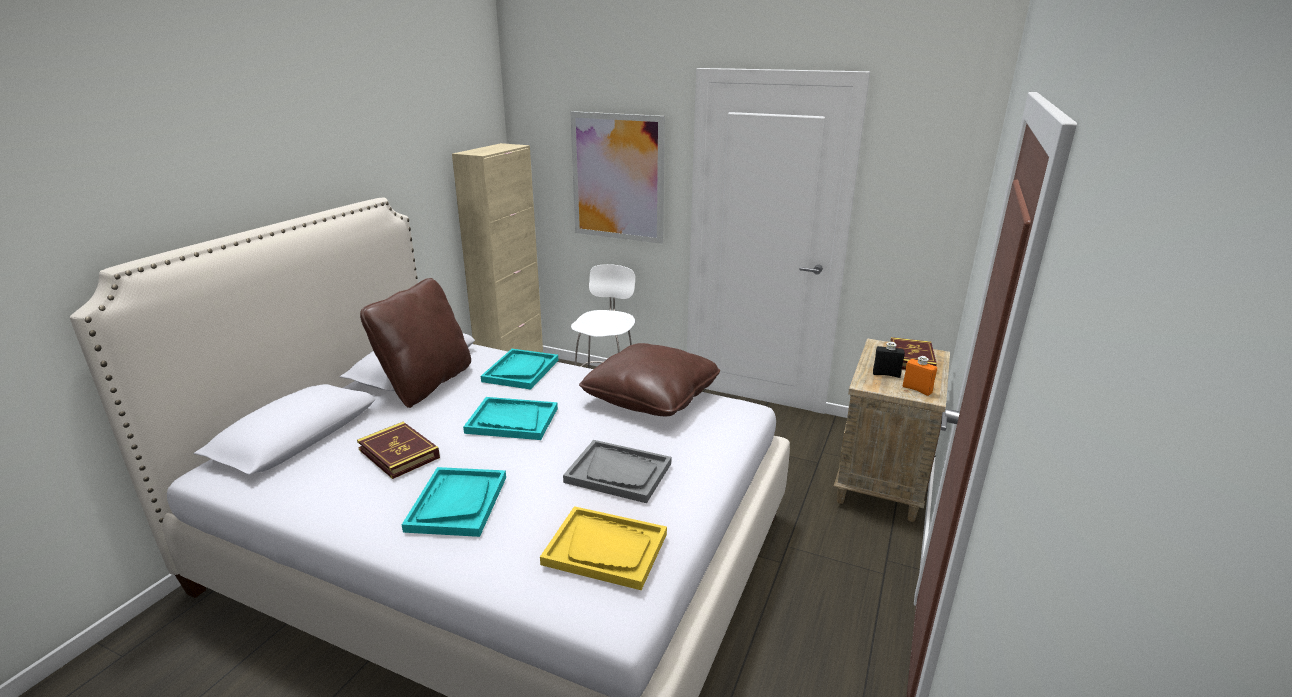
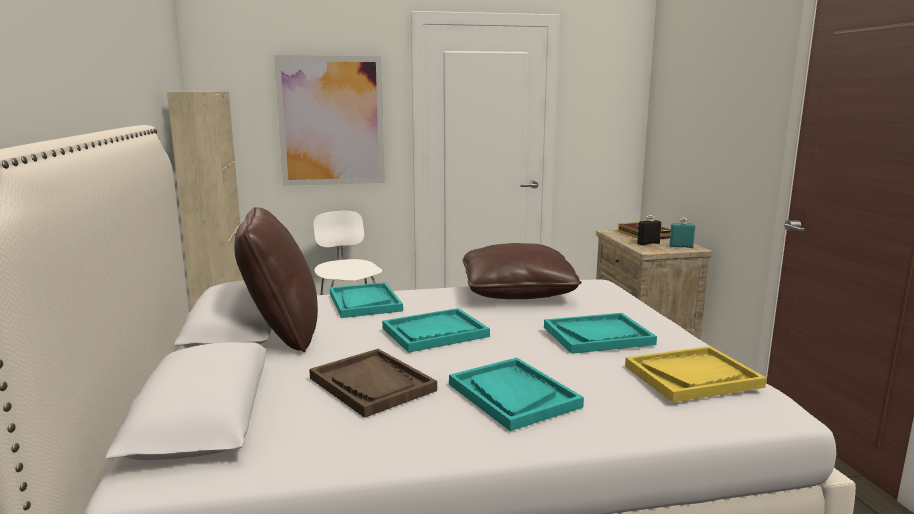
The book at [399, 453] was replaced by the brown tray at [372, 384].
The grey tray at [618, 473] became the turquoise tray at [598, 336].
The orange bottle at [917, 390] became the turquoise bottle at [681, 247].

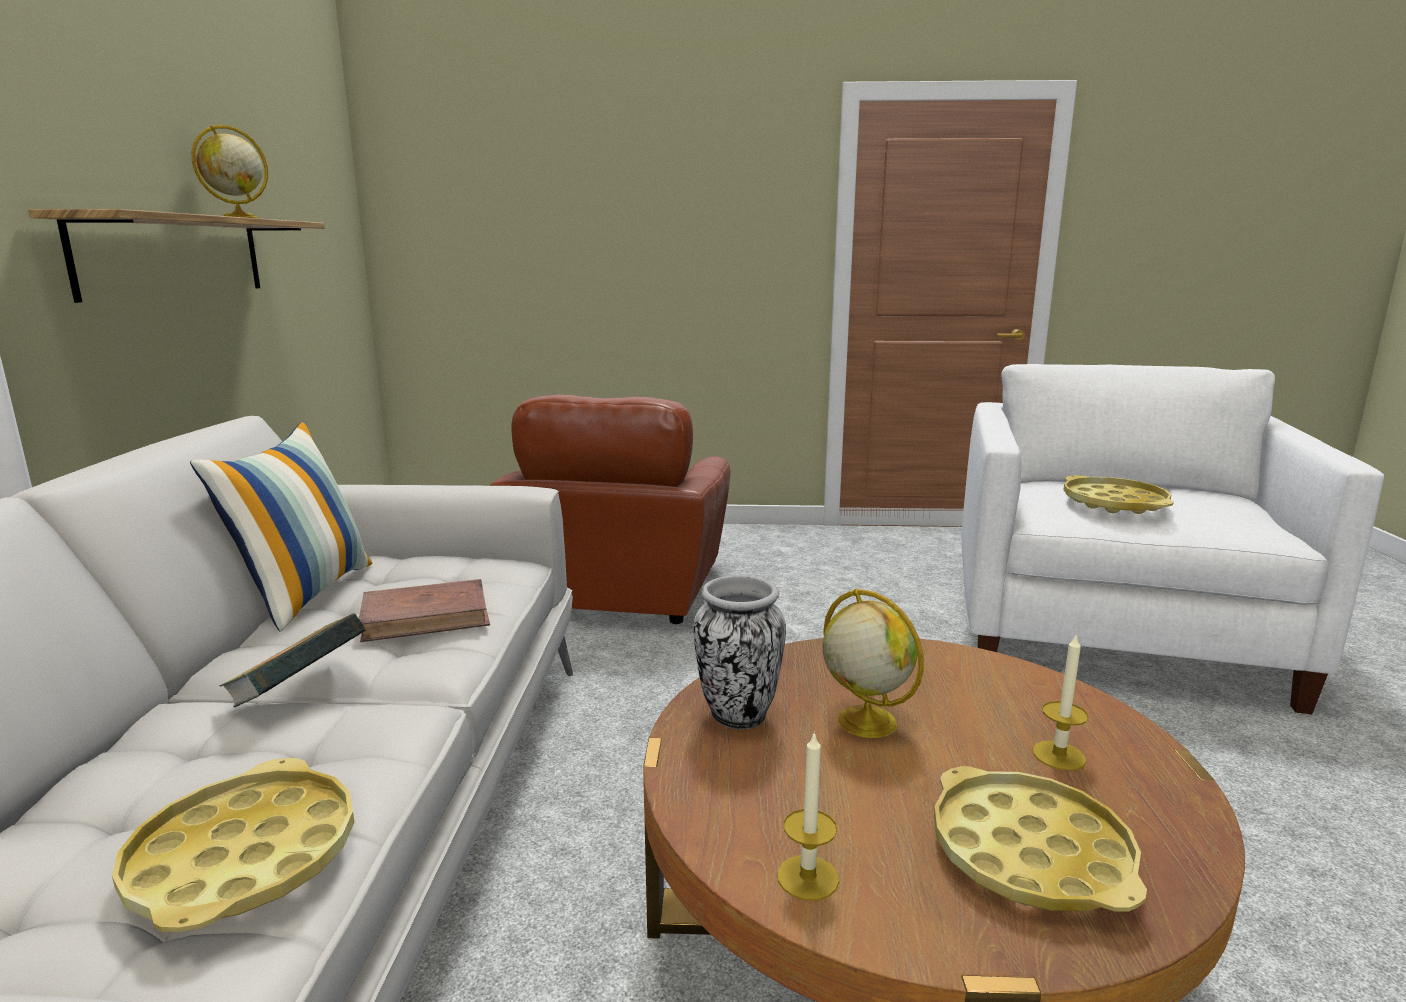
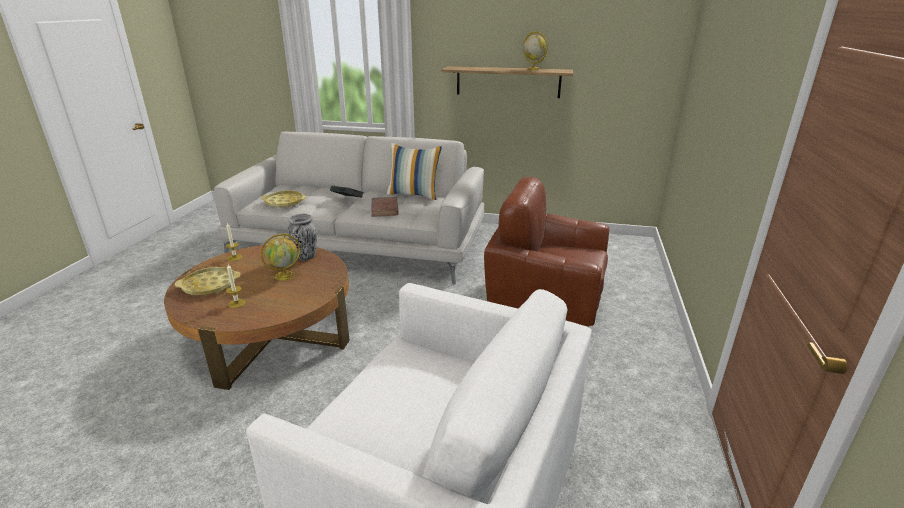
The yellow tray at [1114, 503] disappeared.

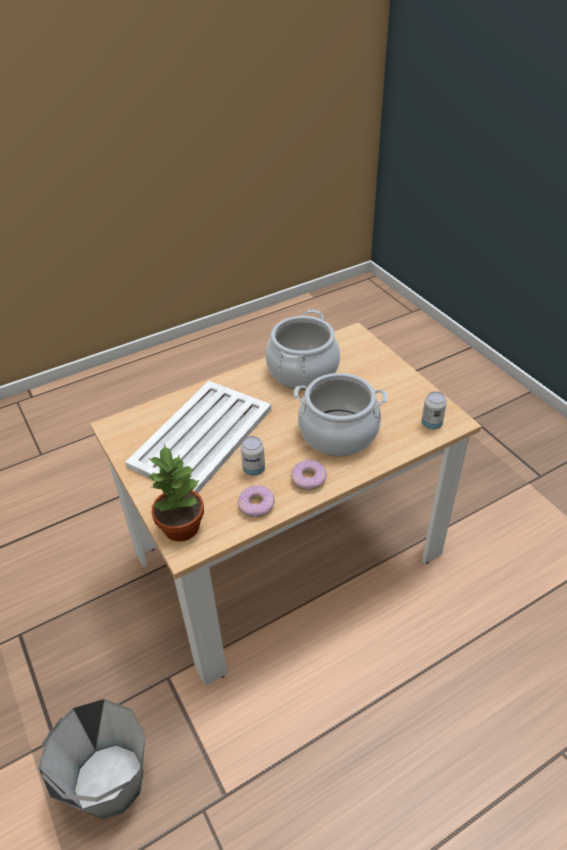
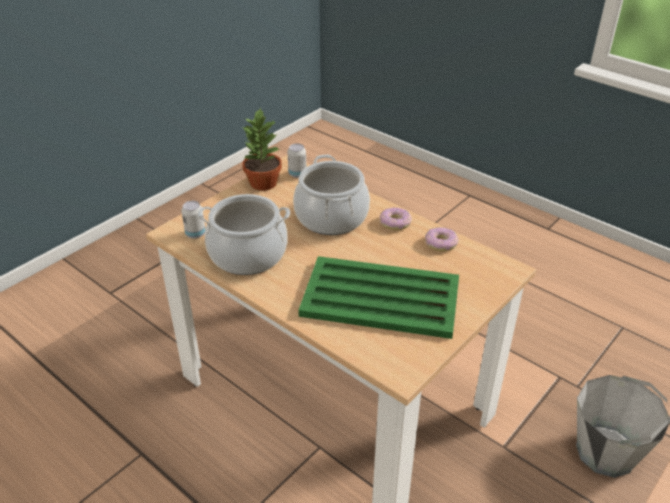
The white tray at [200, 438] became the green tray at [382, 298].
The potted plant moved from [180, 526] to [263, 183].
The can moved from [254, 469] to [195, 234].

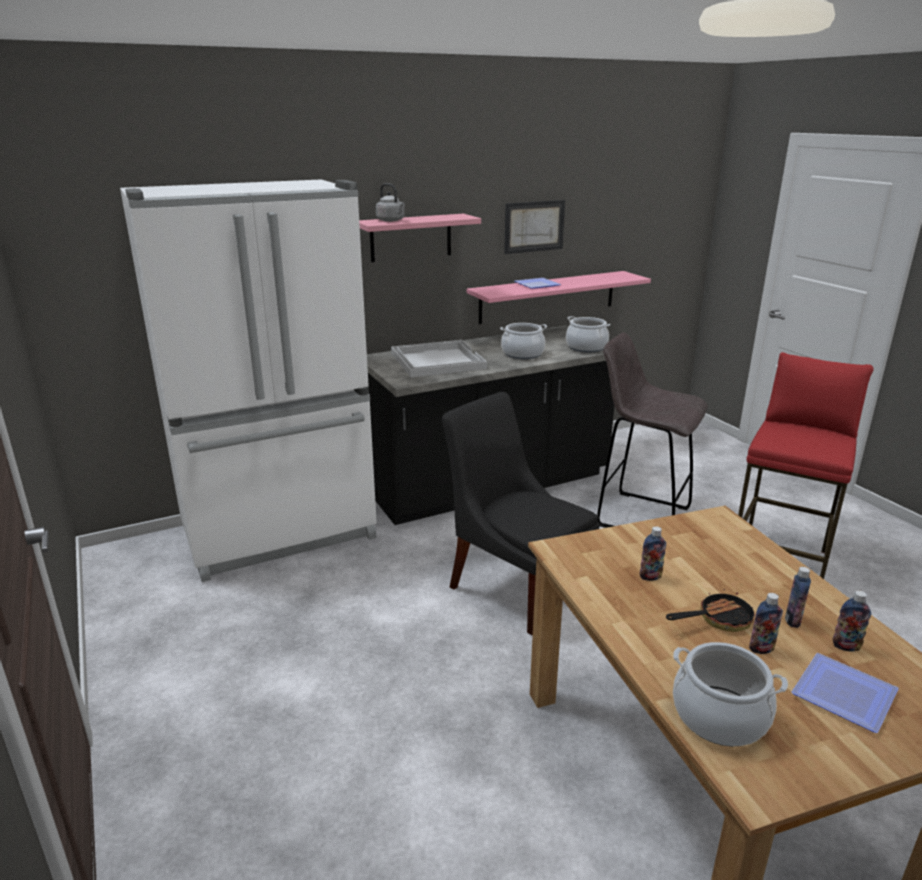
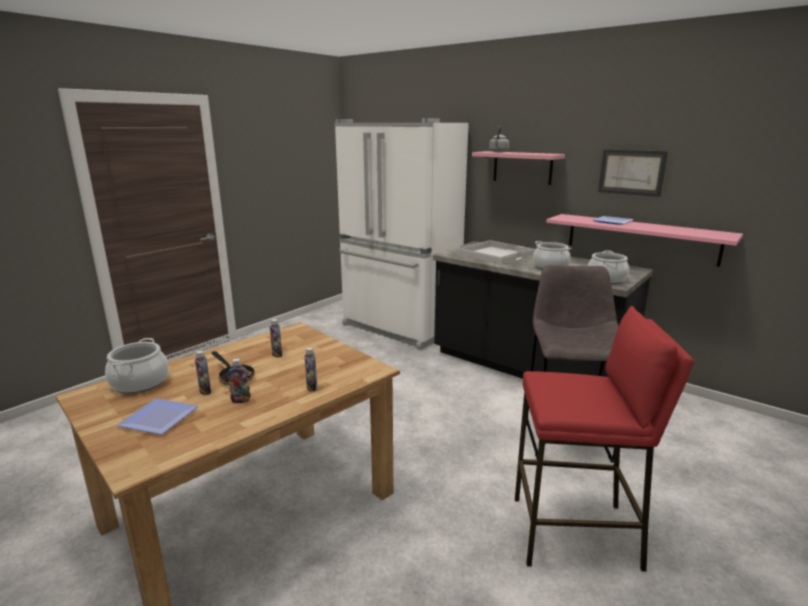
The black chair at [515, 585] disappeared.
The bottle moved from [846, 646] to [312, 387].

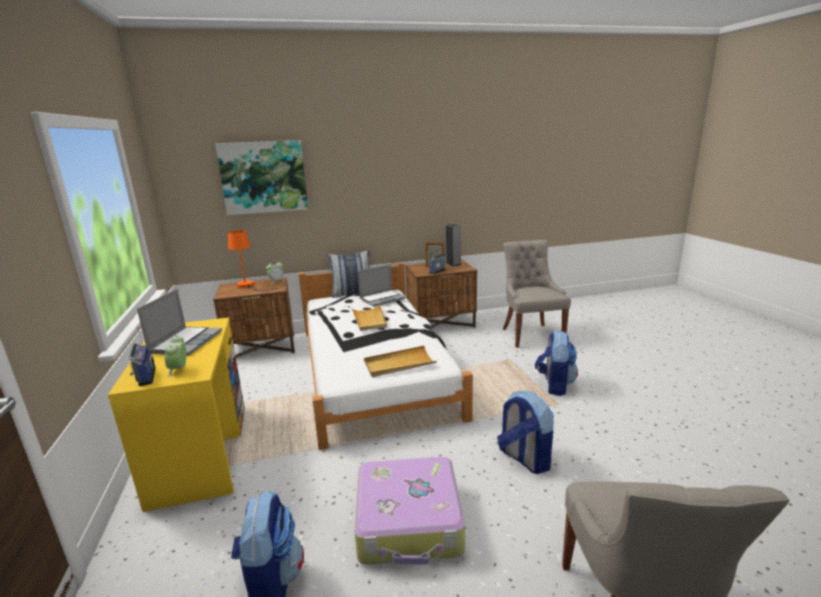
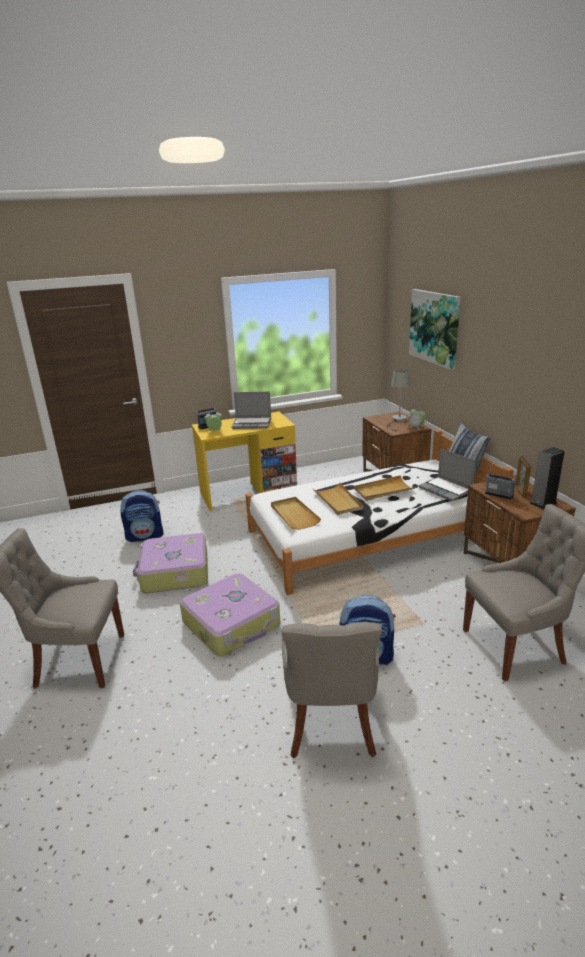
The orange table lamp at [249, 286] became the grey table lamp at [397, 421].
The backpack at [524, 458] was replaced by the suitcase at [232, 624].
The grey chair at [331, 725] appeared.
The beige tray at [338, 501] appeared.

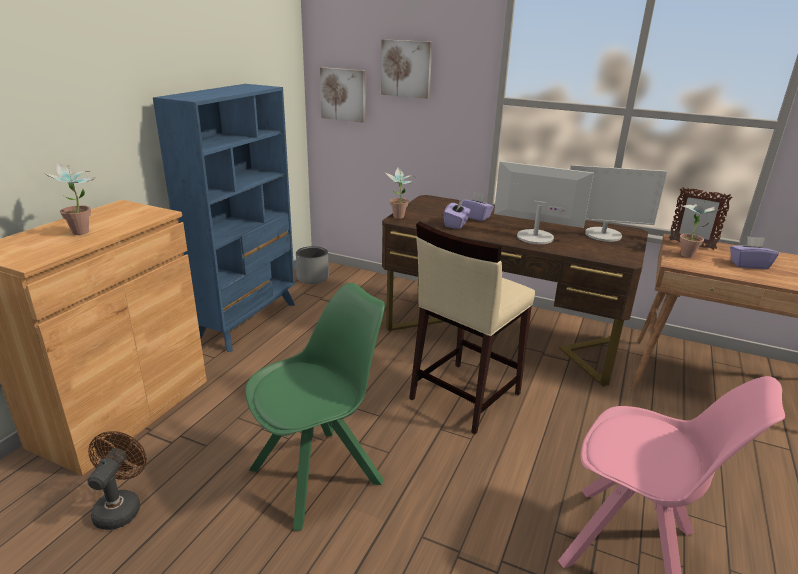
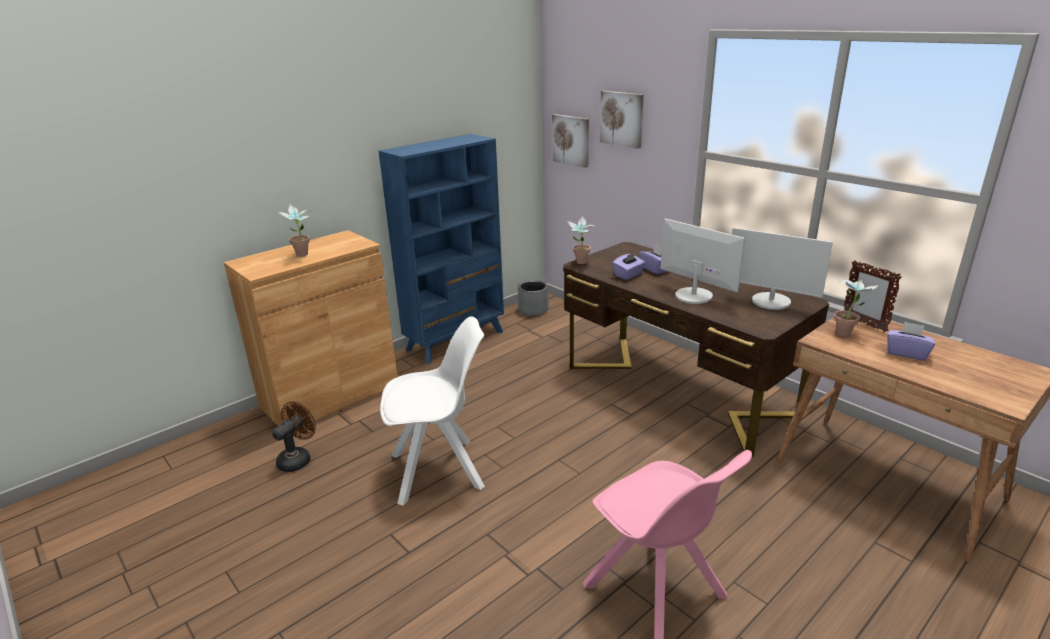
The green chair at [319, 474] became the white chair at [439, 470].
The beige stool at [463, 396] disappeared.

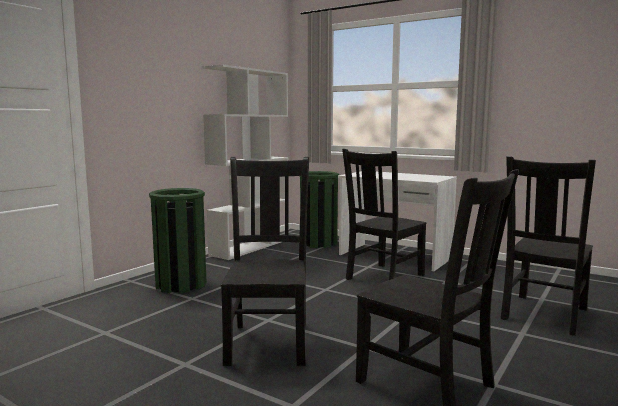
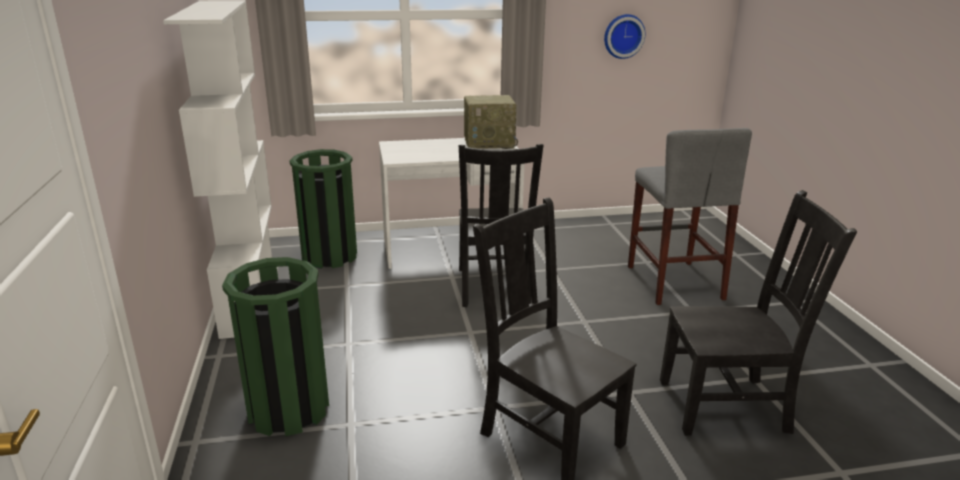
The black chair at [543, 315] was replaced by the grey stool at [674, 282].
The radio at [490, 143] appeared.
The wall clock at [623, 36] appeared.

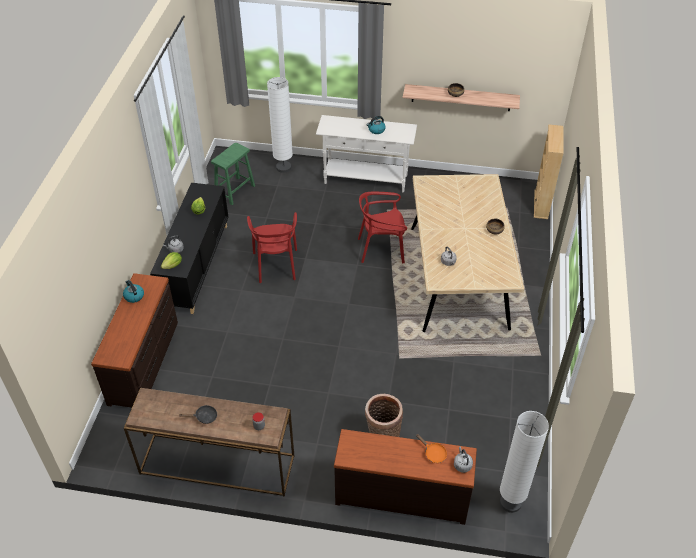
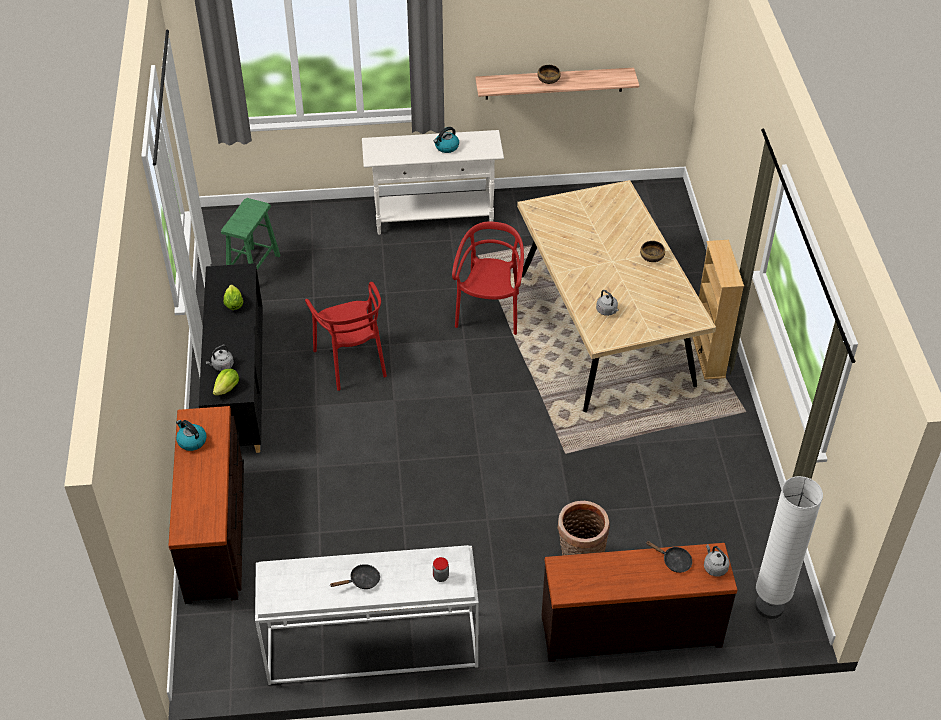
The brown console table at [216, 465] became the white console table at [370, 648].
The white floor lamp at [283, 167] disappeared.
The red chair at [381, 249] turned 120 degrees clockwise.
The orange frying pan at [433, 453] became the black frying pan at [673, 561].
The beige bookcase moved from [541, 204] to [708, 355].

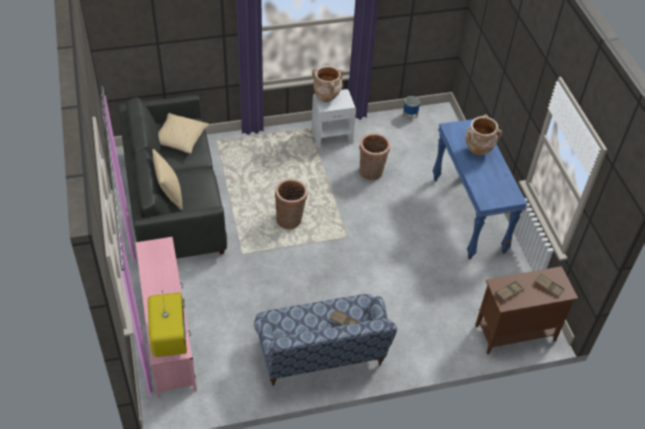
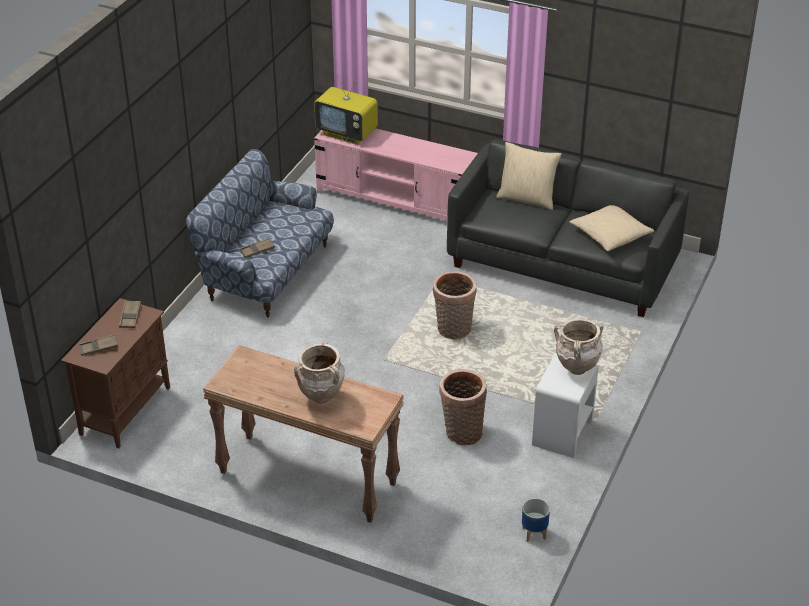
The blue console table at [469, 215] became the brown console table at [306, 478].

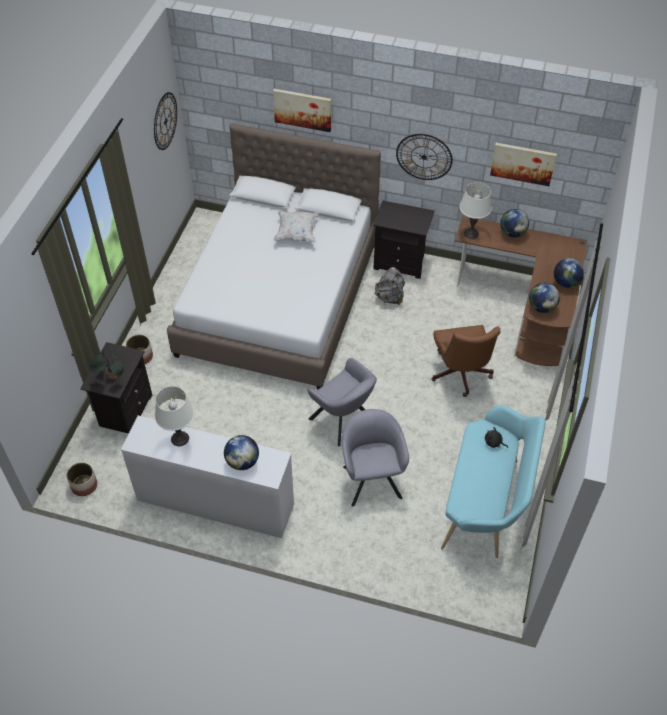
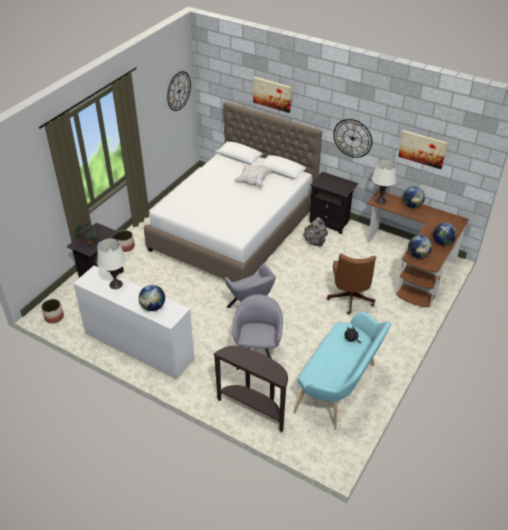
The brown console table at [254, 408] appeared.

